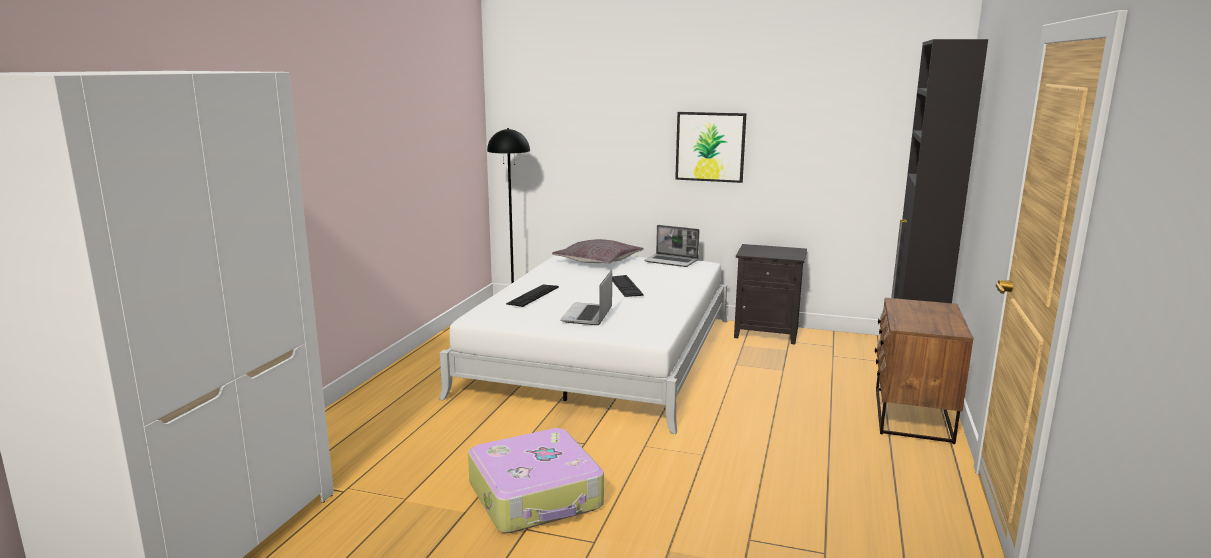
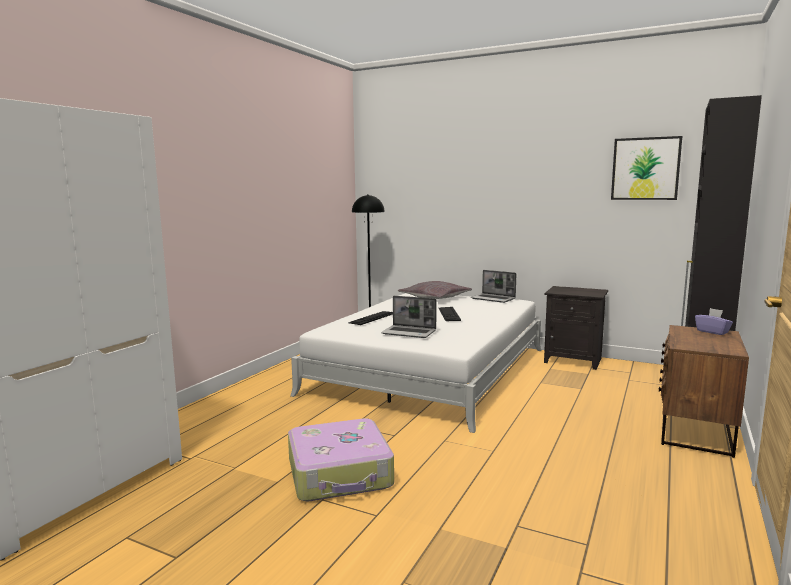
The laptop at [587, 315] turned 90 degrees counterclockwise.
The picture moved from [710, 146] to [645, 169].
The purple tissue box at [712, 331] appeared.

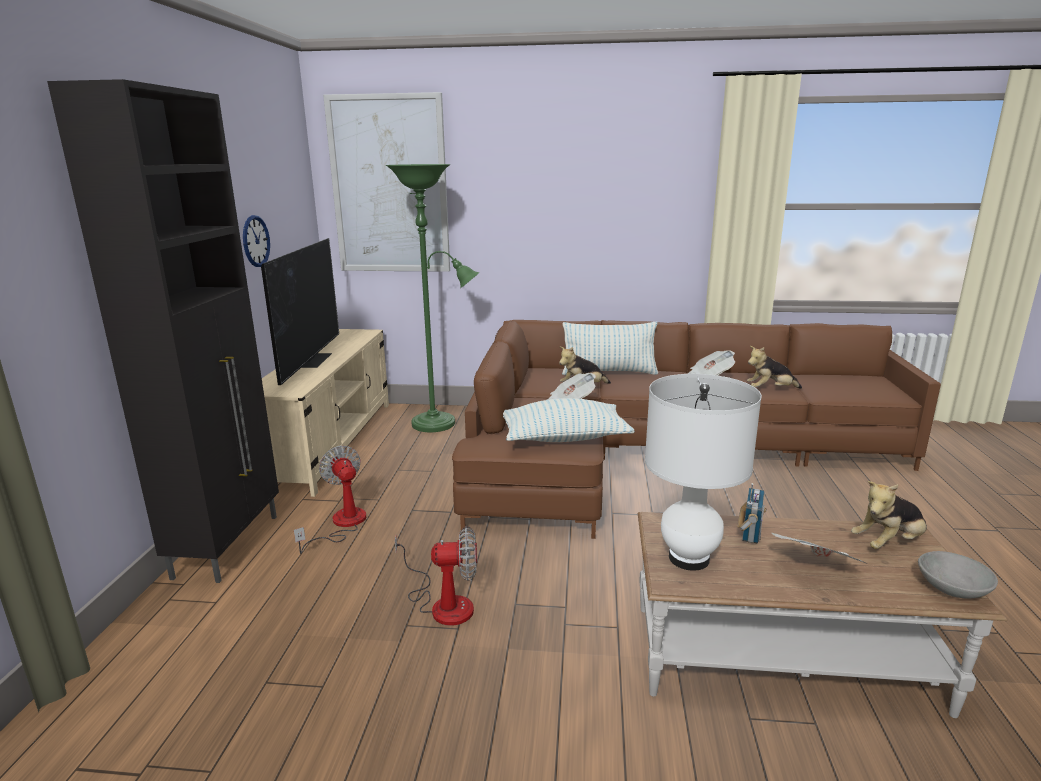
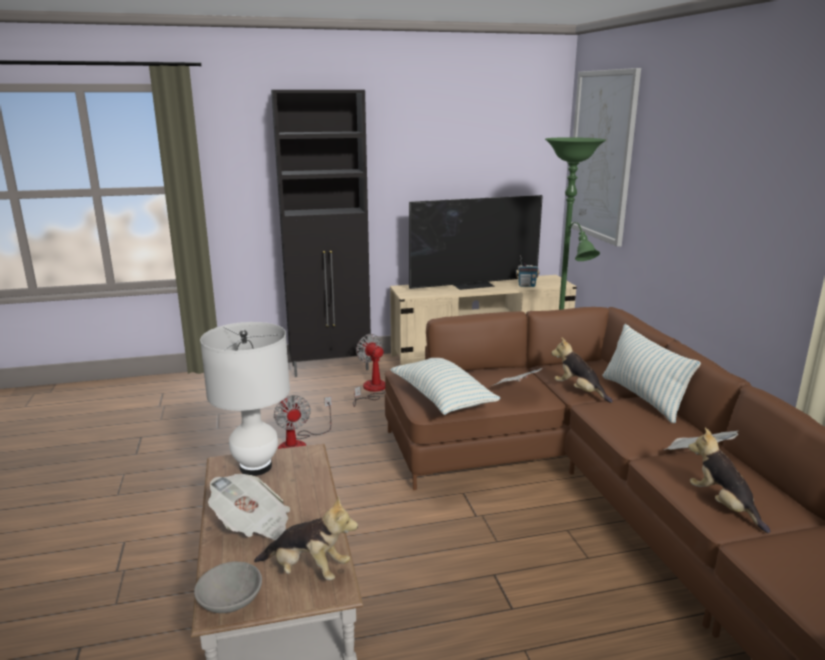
The wall clock at [256, 241] disappeared.
The fan at [341, 524] turned 75 degrees counterclockwise.
The radio moved from [749, 534] to [526, 285].
The plush toy at [888, 543] turned 150 degrees clockwise.

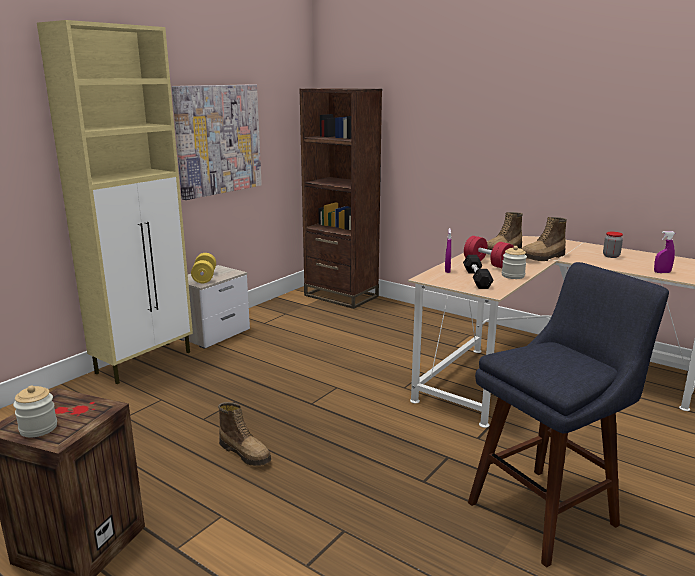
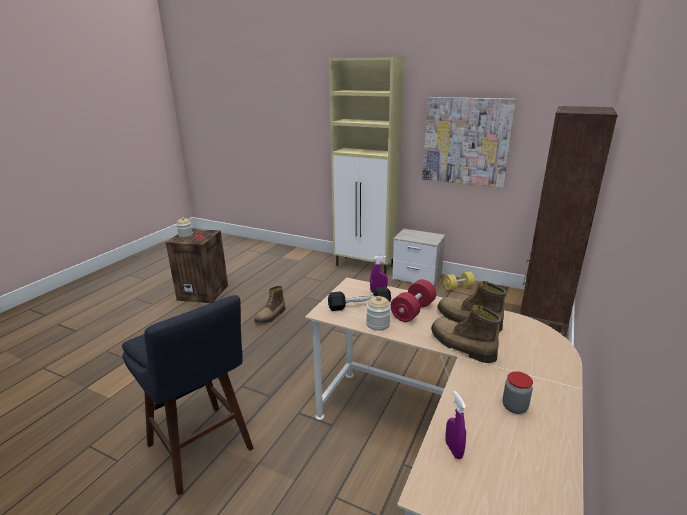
The yellow dumbbell moved from [204, 277] to [458, 287].

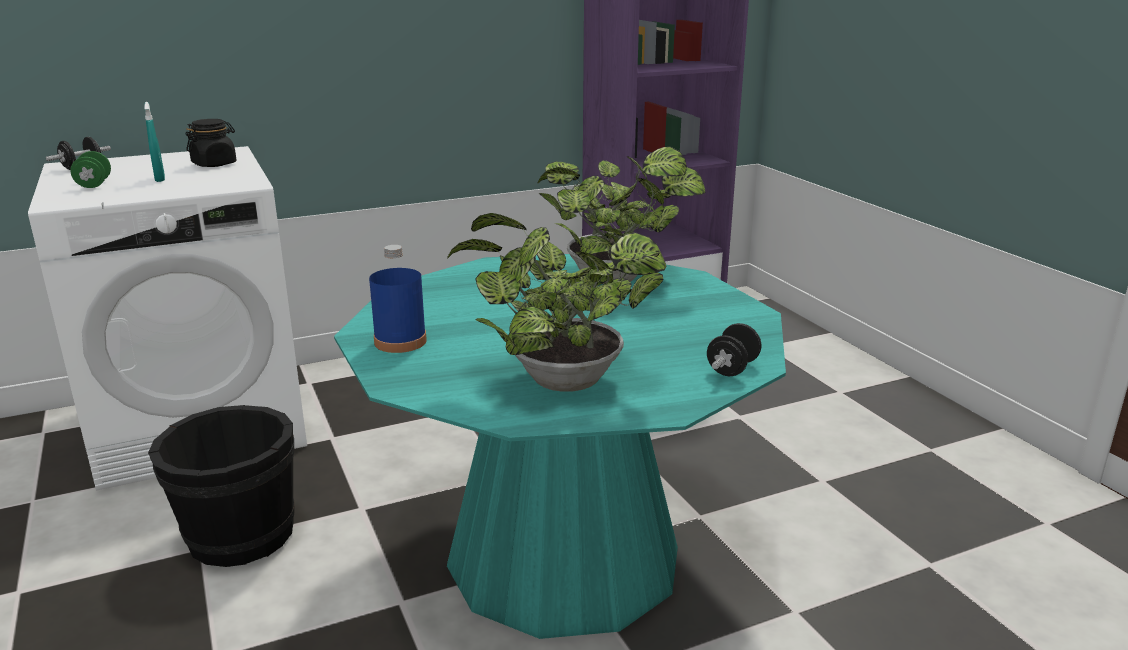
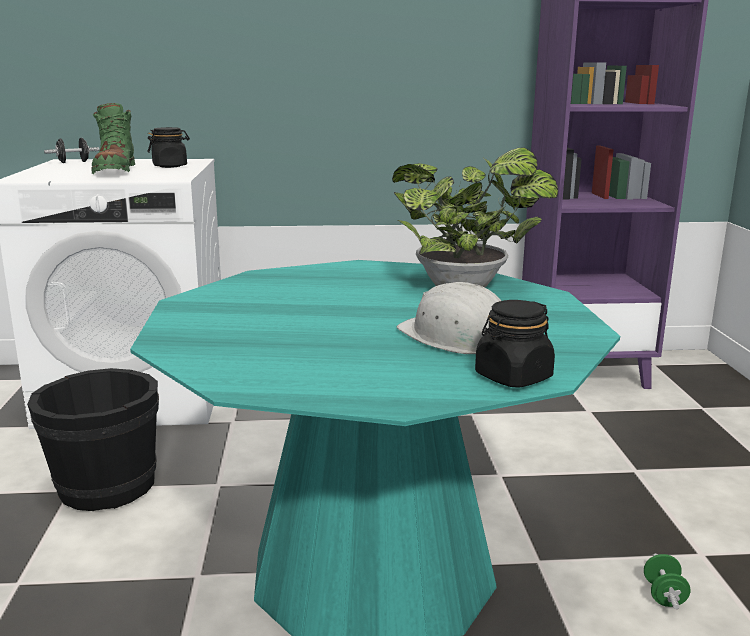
The green dumbbell moved from [94, 184] to [664, 595].
The turquoise spray bottle at [160, 179] was replaced by the green boot at [115, 171].
The blue bottle at [400, 341] disappeared.
The potted plant at [557, 380] disappeared.
The black dumbbell at [732, 368] was replaced by the black jar at [513, 377].
The white hard hat at [456, 337] appeared.

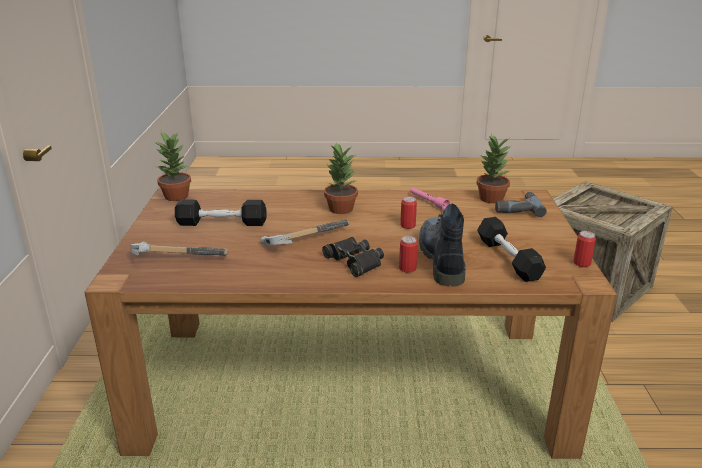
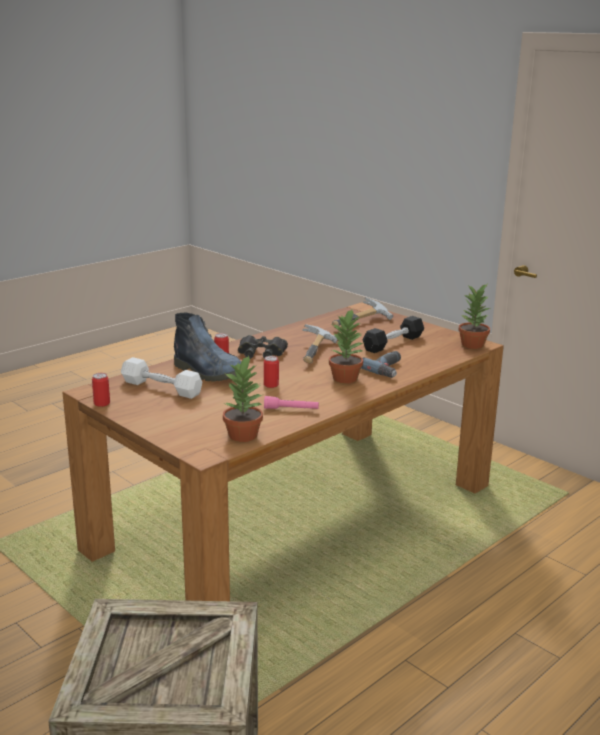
The black dumbbell at [508, 259] became the white dumbbell at [161, 388].
The power drill moved from [517, 208] to [388, 369].

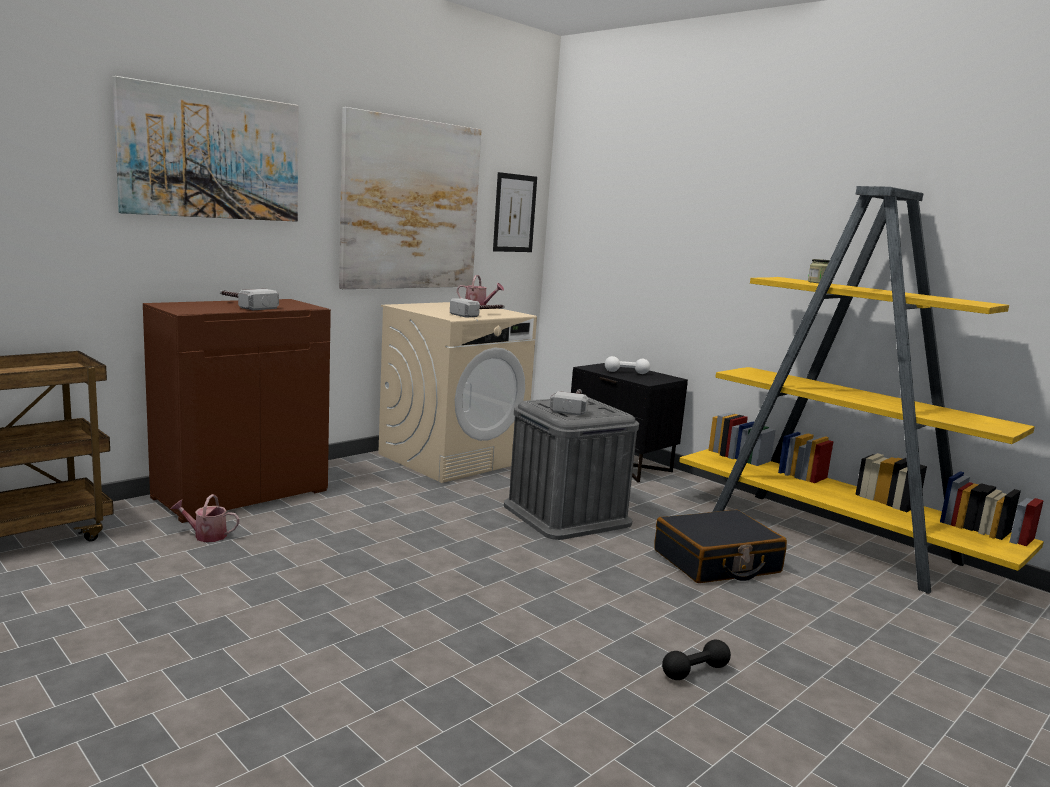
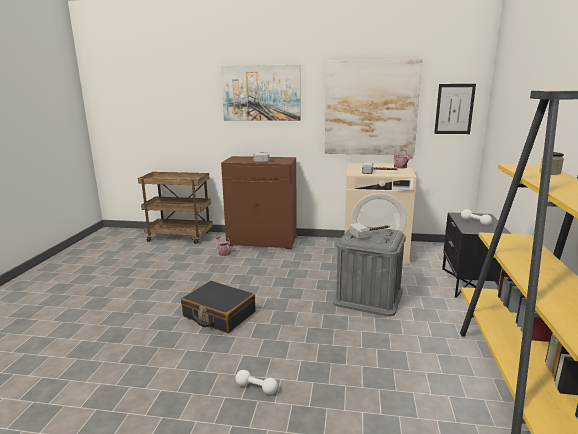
The black suitcase moved from [716, 562] to [219, 315].
The black dumbbell at [695, 671] became the white dumbbell at [256, 388].

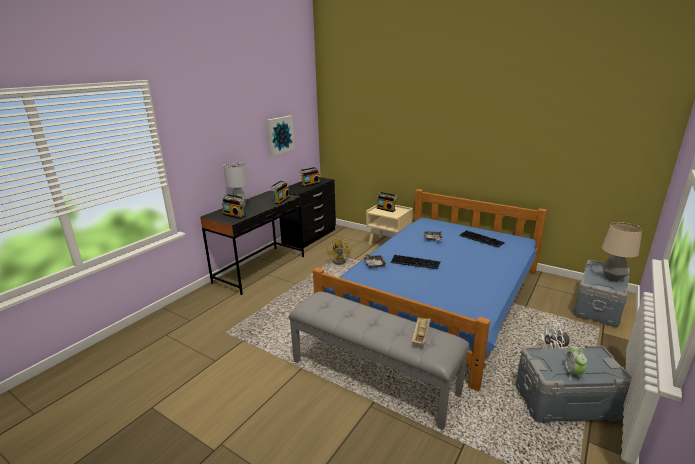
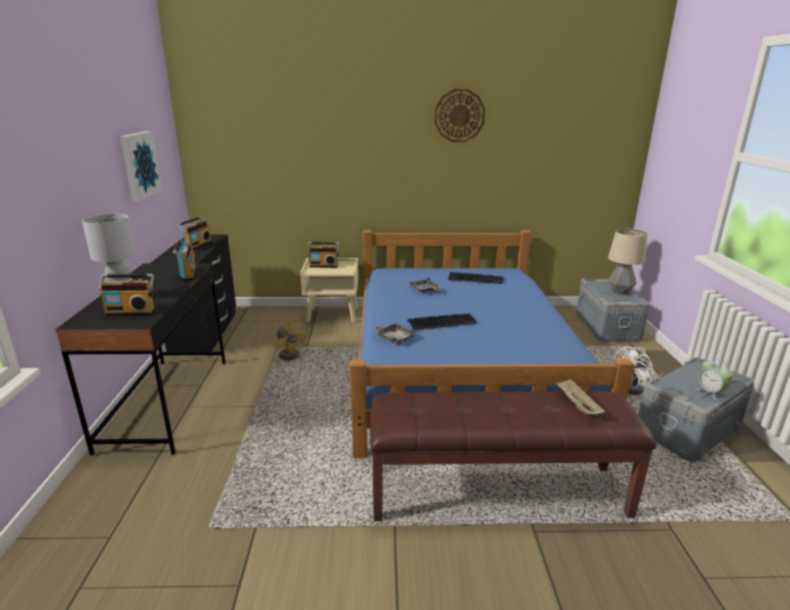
The grey bench at [374, 377] became the brown bench at [497, 491].
The wall clock at [459, 116] appeared.

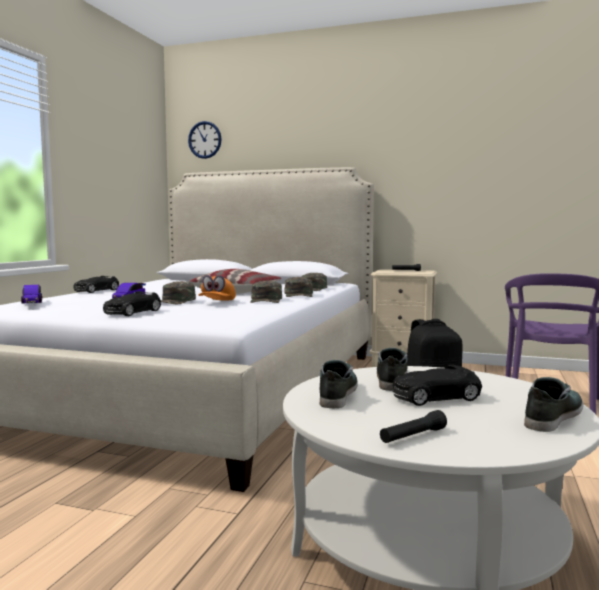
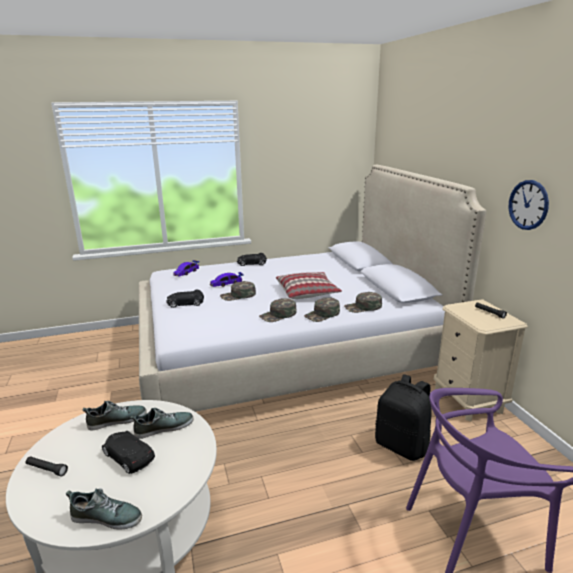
The wall clock moved from [205, 140] to [528, 205].
The orange cap at [217, 303] disappeared.

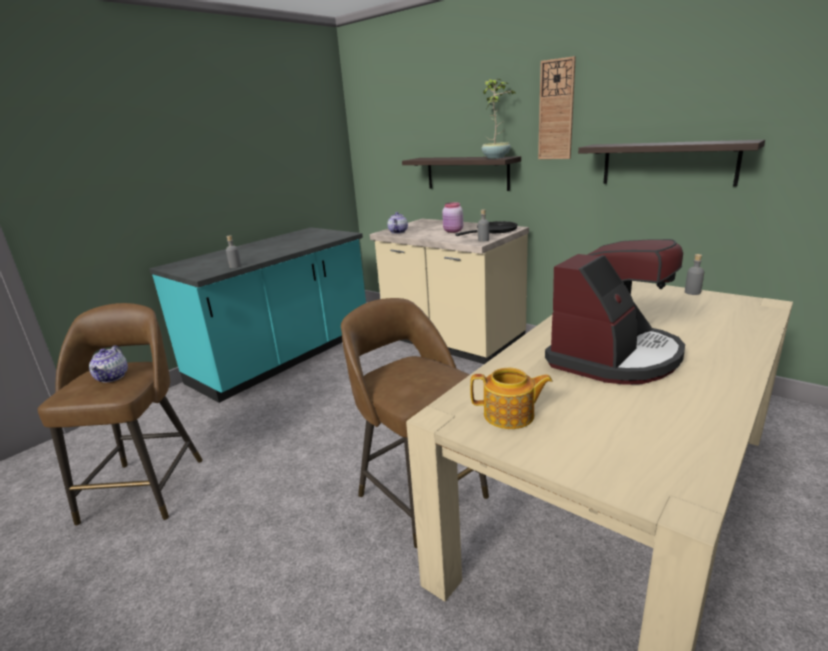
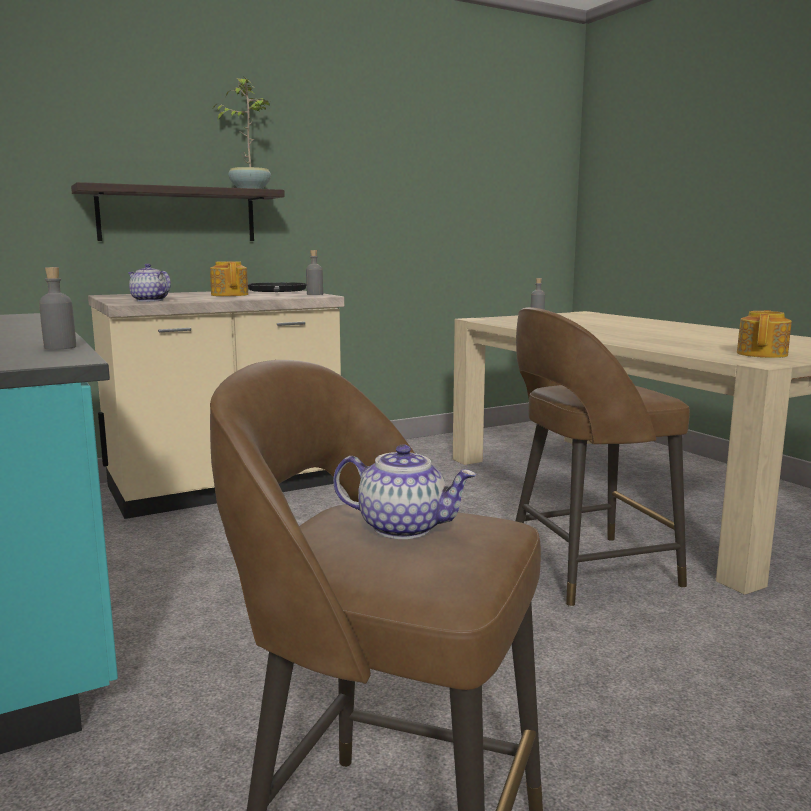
The pink jar at [453, 231] was replaced by the teapot at [230, 295].
The wall clock at [556, 110] disappeared.
The coffee machine at [614, 357] disappeared.
The shelf at [668, 163] disappeared.

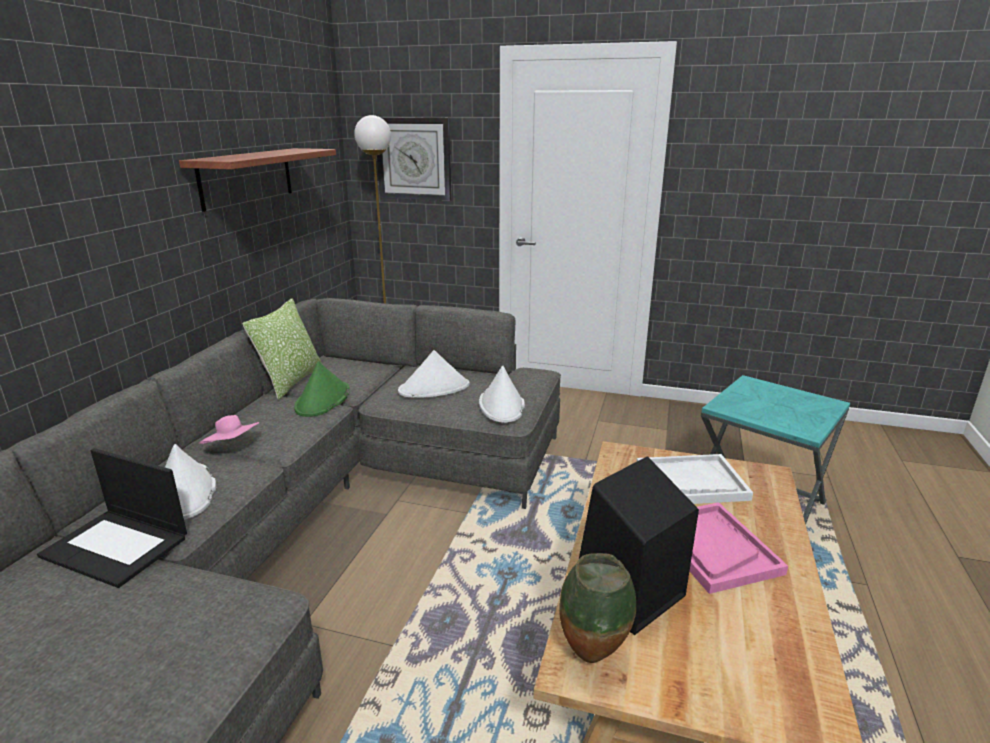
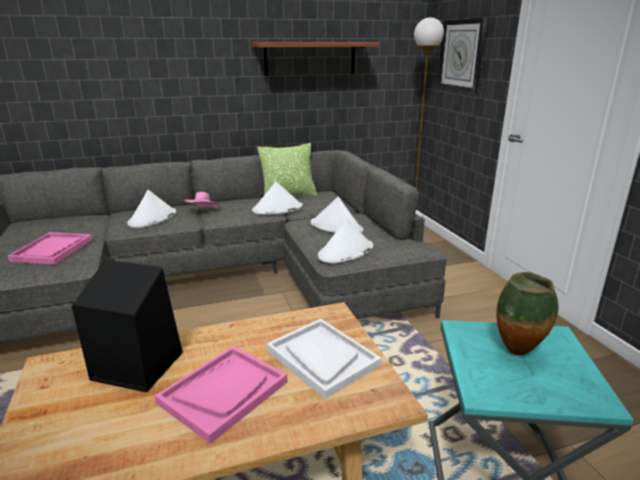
The laptop at [117, 546] disappeared.
The green hat at [323, 400] became the white hat at [277, 209].
The vase moved from [593, 656] to [518, 353].
The pink tray at [53, 250] appeared.

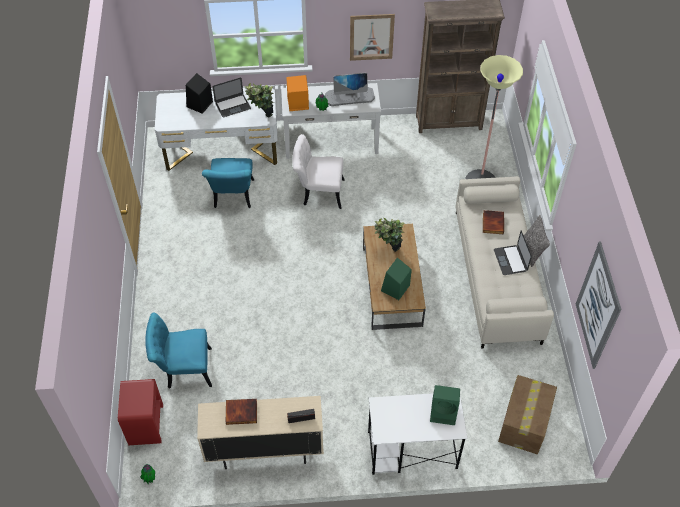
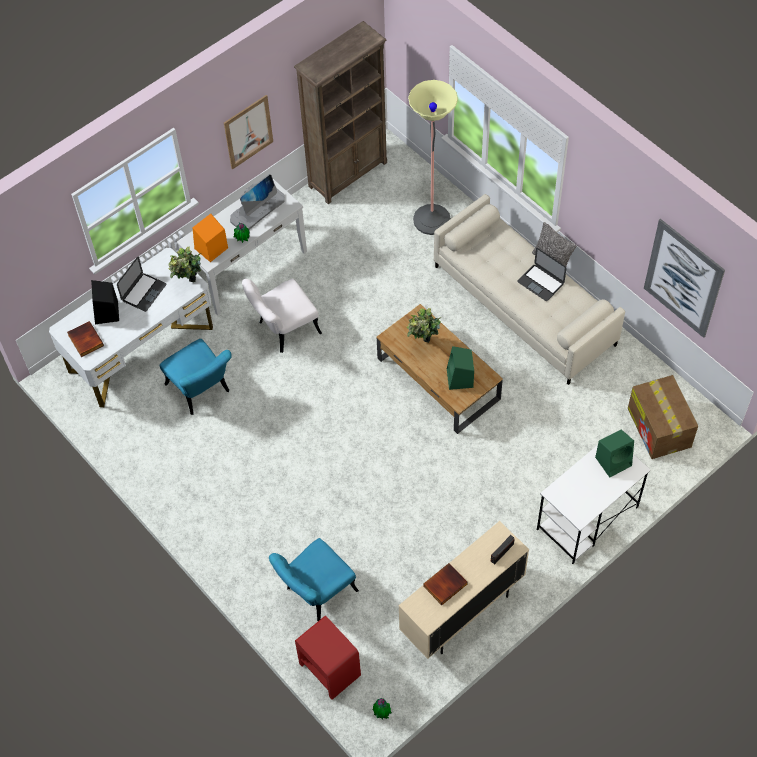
The book moved from [492, 223] to [85, 340].

